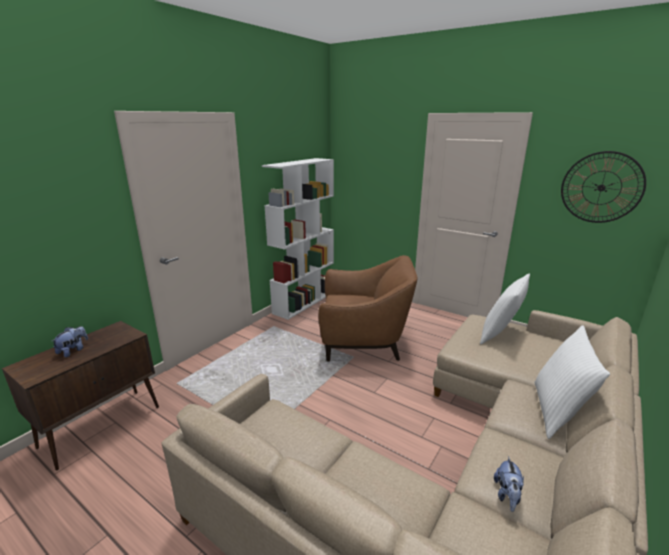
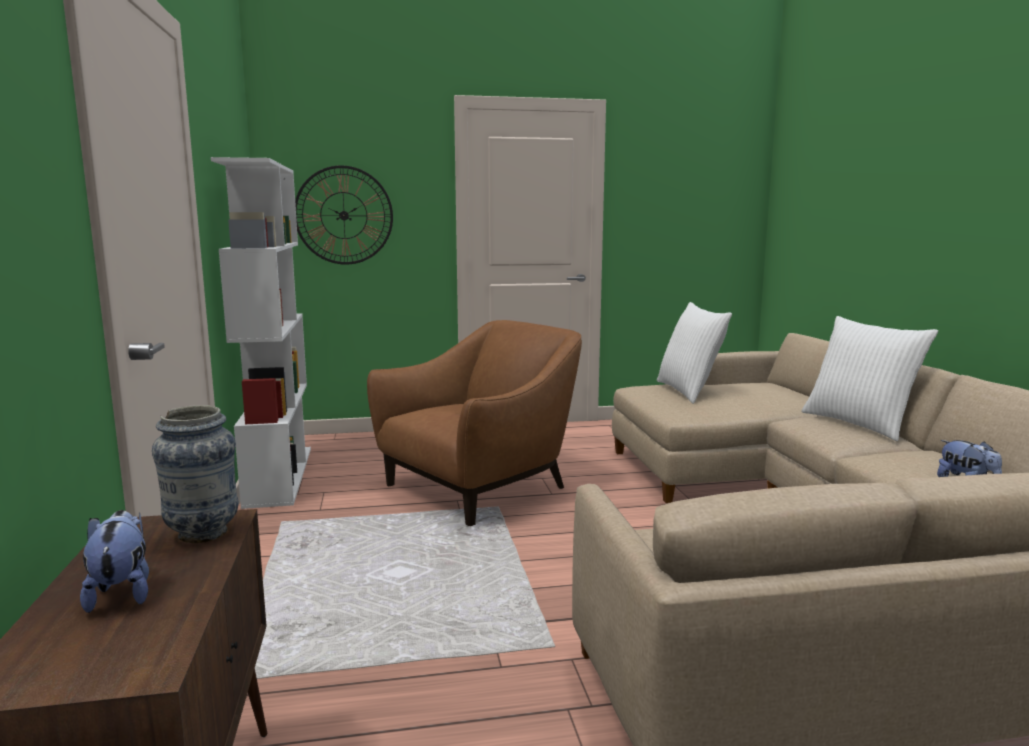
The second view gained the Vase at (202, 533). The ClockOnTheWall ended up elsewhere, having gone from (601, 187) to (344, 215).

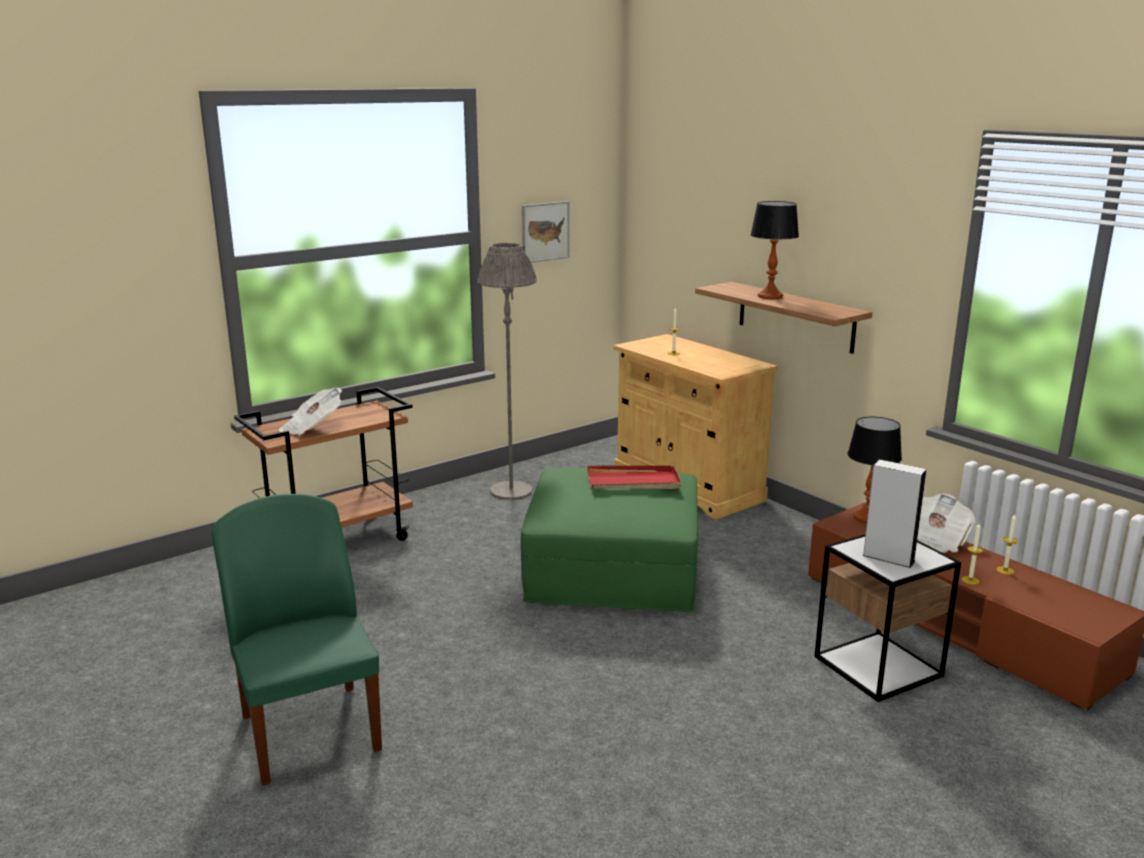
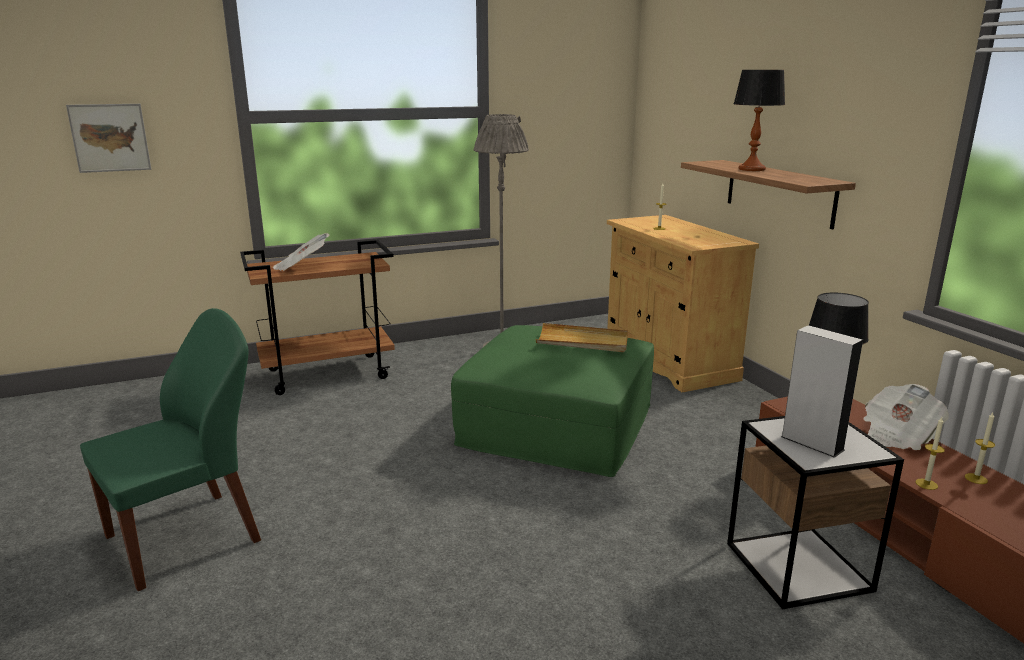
The WallArt ended up elsewhere, having gone from (545, 232) to (110, 138). The GreenishPlainChair at (310, 730) ended up facing another way, 60 degrees clockwise from before. What was the RedColouredServingTray at (633, 481) turned into the SandColouredServingTray at (582, 341).

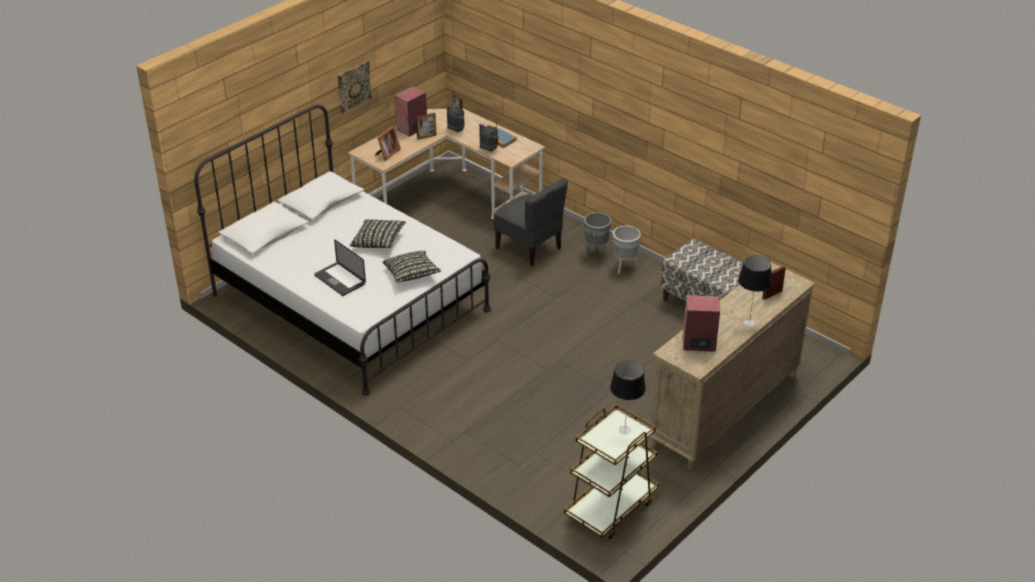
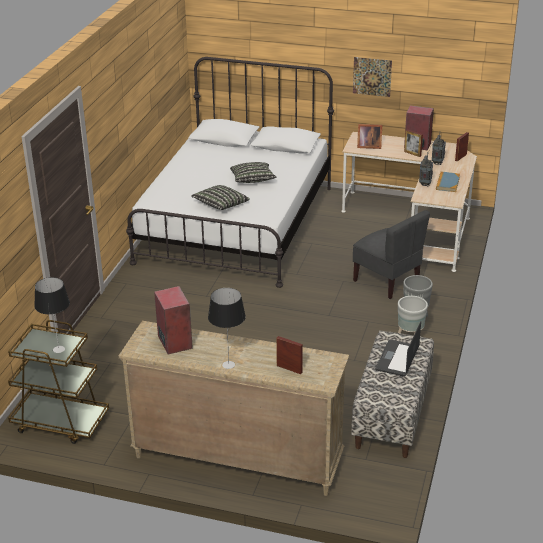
The GreyishPlainChair at (529, 248) ended up facing another way, 60 degrees counterclockwise from before. The PortableComputer ended up elsewhere, having gone from (340, 280) to (397, 359).

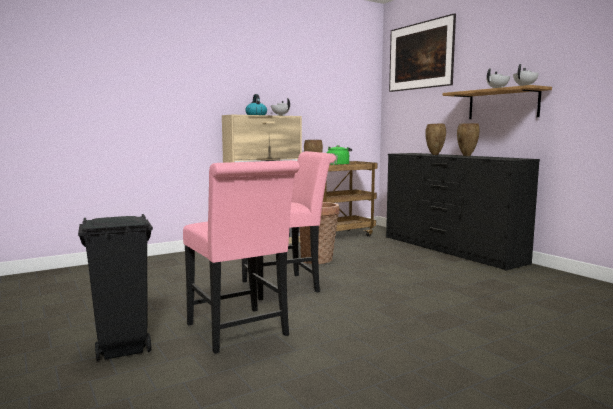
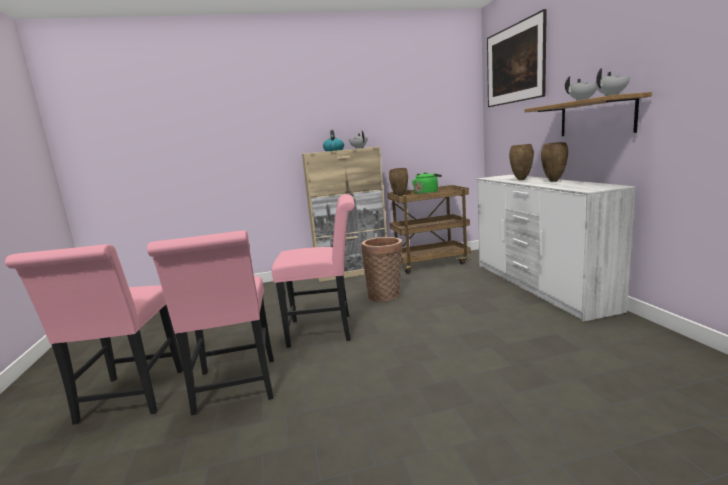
Where the BlackTrashCan stood at (122, 350), the PinkColouredPlainChair came to stand at (129, 400). What was the BlackChestOfDrawers at (450, 250) turned into the WhitishChestOfDrawers at (539, 286).

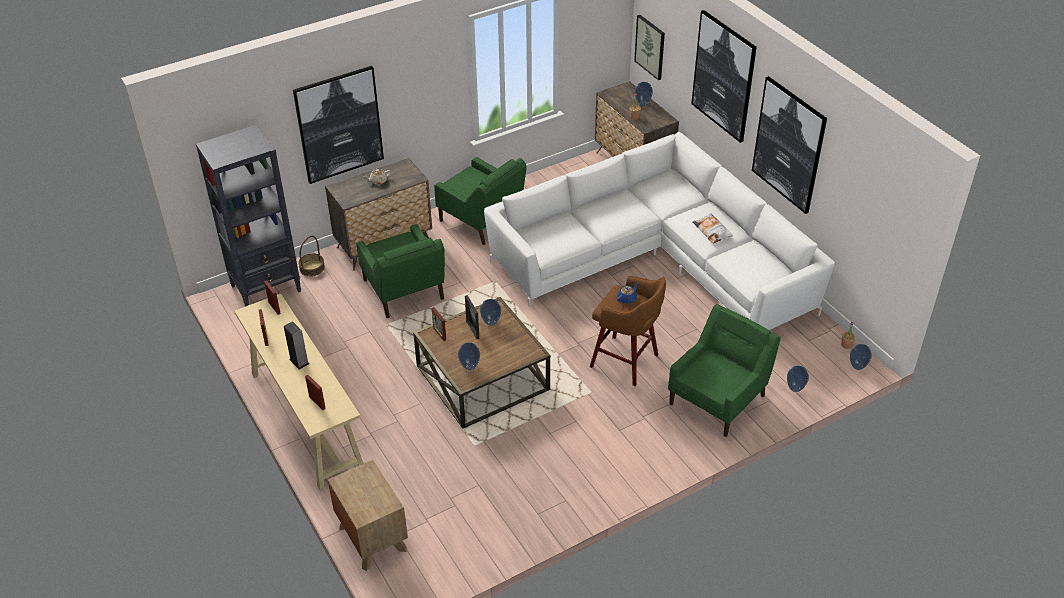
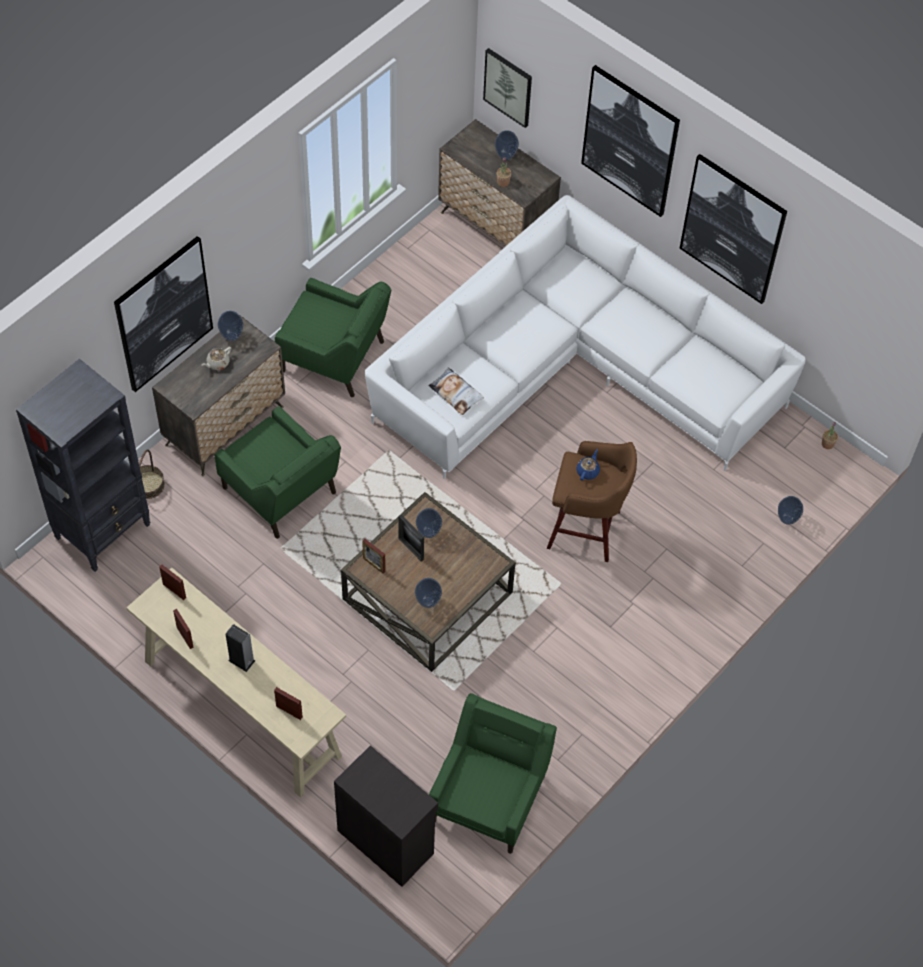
The Vase ended up elsewhere, having gone from (857, 367) to (232, 337). Where the BrownBedsideTable stood at (372, 538), the BlackCupboard came to stand at (386, 840). The Pillow ended up elsewhere, having gone from (712, 231) to (456, 393). The GreenishEasyChair ended up elsewhere, having gone from (718, 399) to (489, 796).

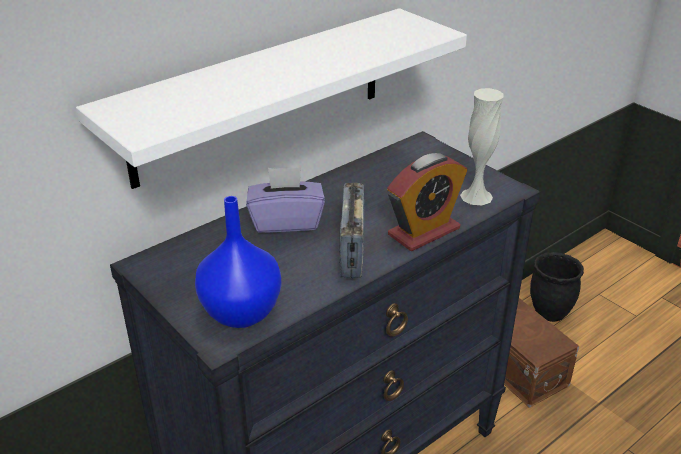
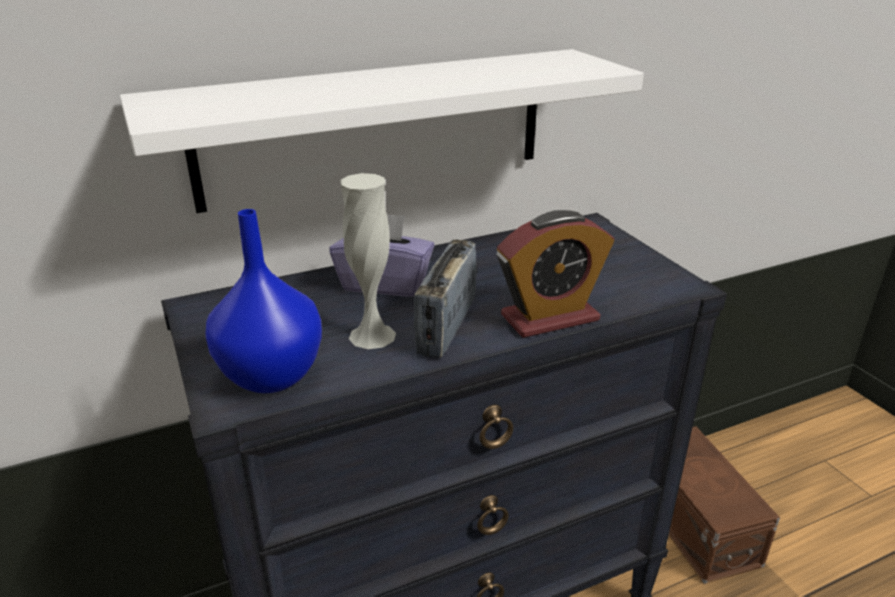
The WhitishVase ended up elsewhere, having gone from (476, 196) to (372, 335). The second view lost the BlackPlanter at (550, 312).

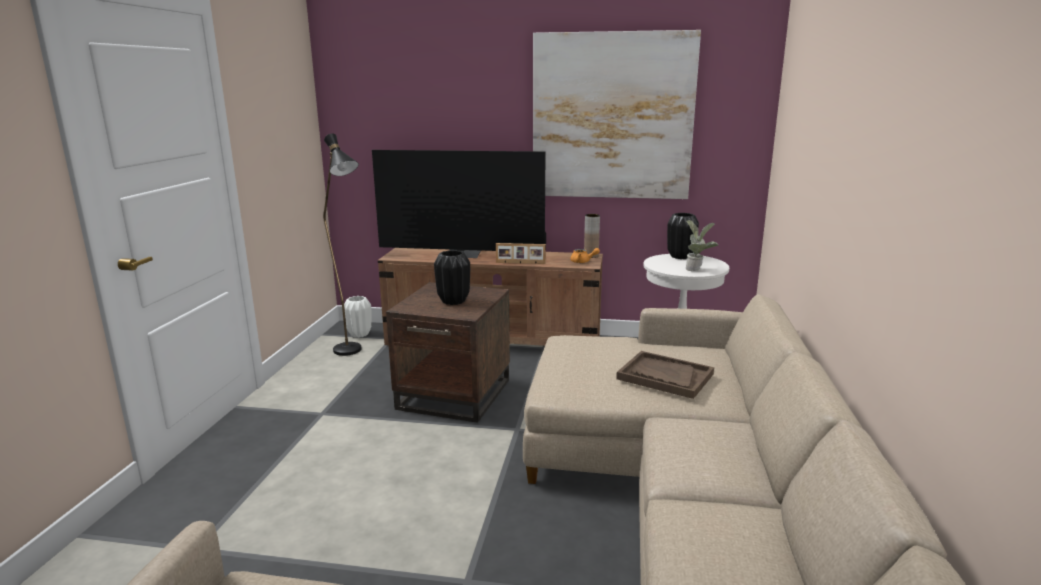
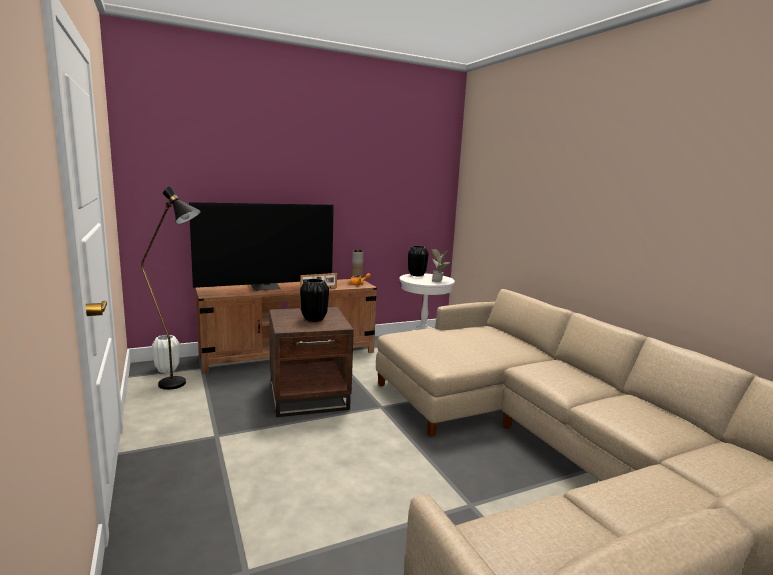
The second view lost the WallArt at (612, 117). The second view lost the BrownServingTray at (664, 376).

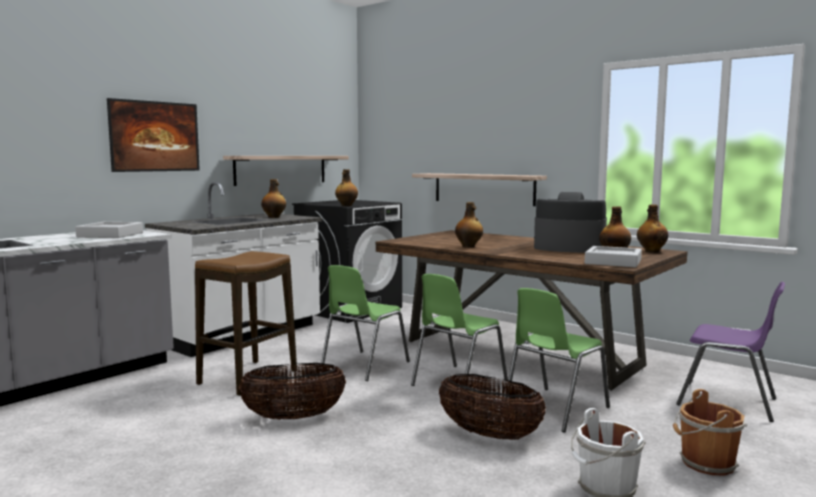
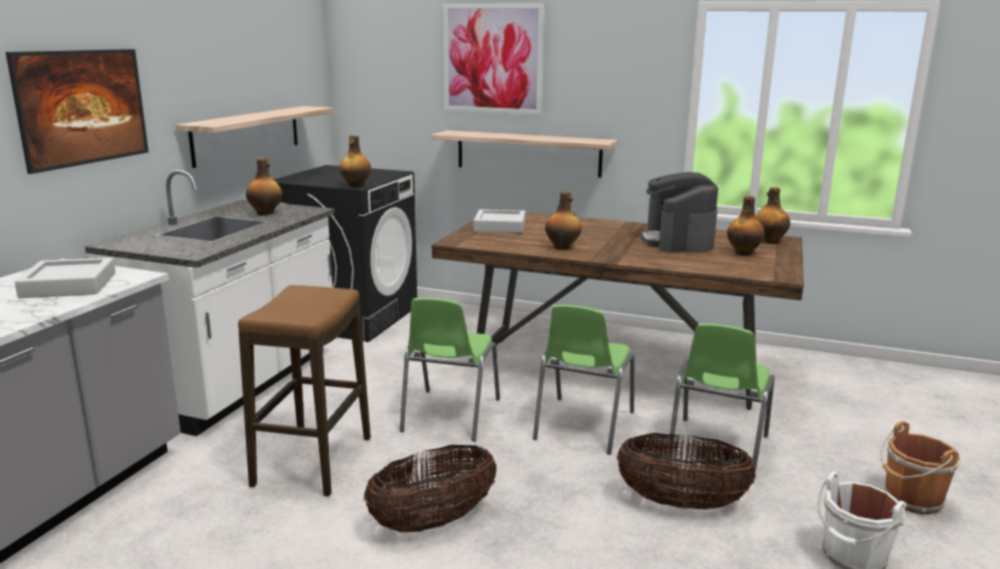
The second view gained the WallArt at (492, 59). The GreyishServingTray ended up elsewhere, having gone from (613, 262) to (500, 226). The CoffeeBrewer at (569, 248) ended up facing another way, 90 degrees counterclockwise from before. The second view lost the PurplishPlainChair at (728, 402).

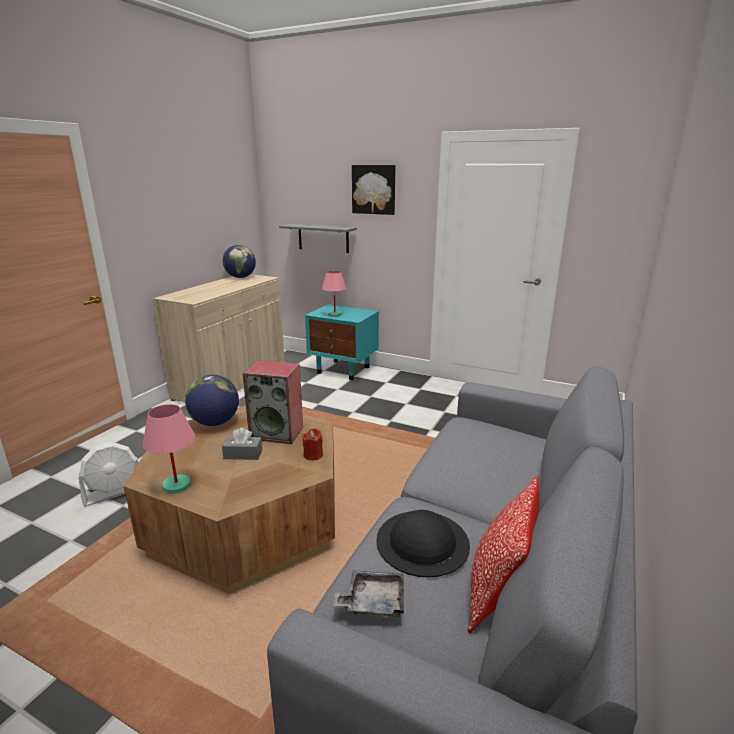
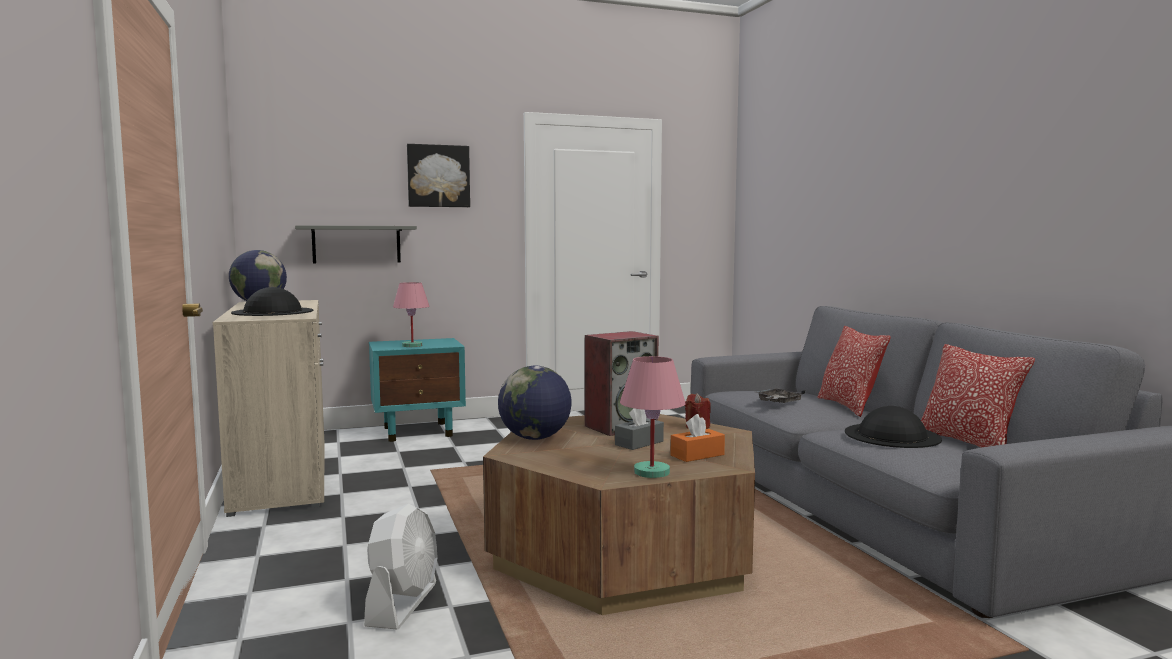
The second view gained the BlackHat at (273, 311). The second view gained the OrangeyTissueBox at (697, 455). The GreyishServingTray ended up elsewhere, having gone from (373, 601) to (778, 402). The second view gained the Pillow at (849, 406).

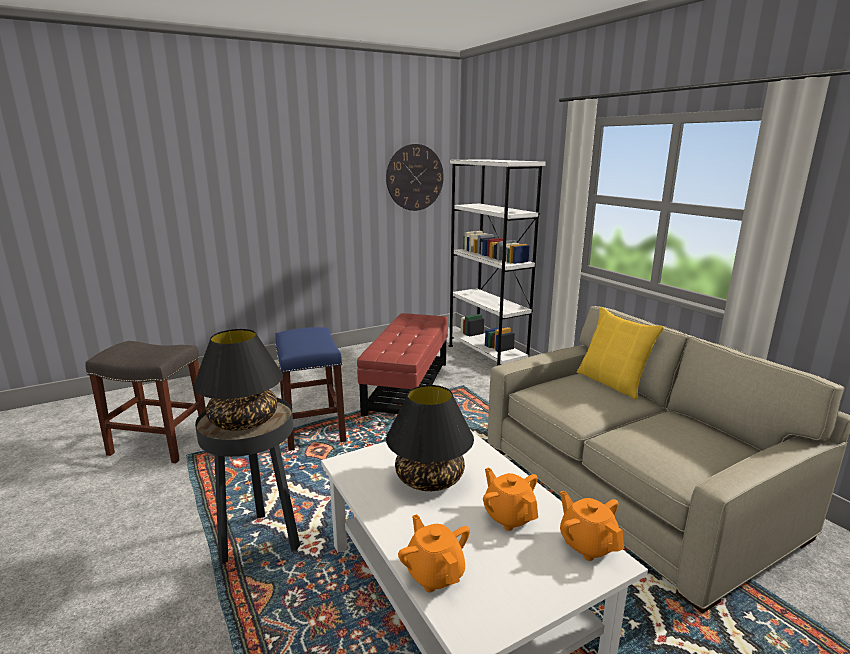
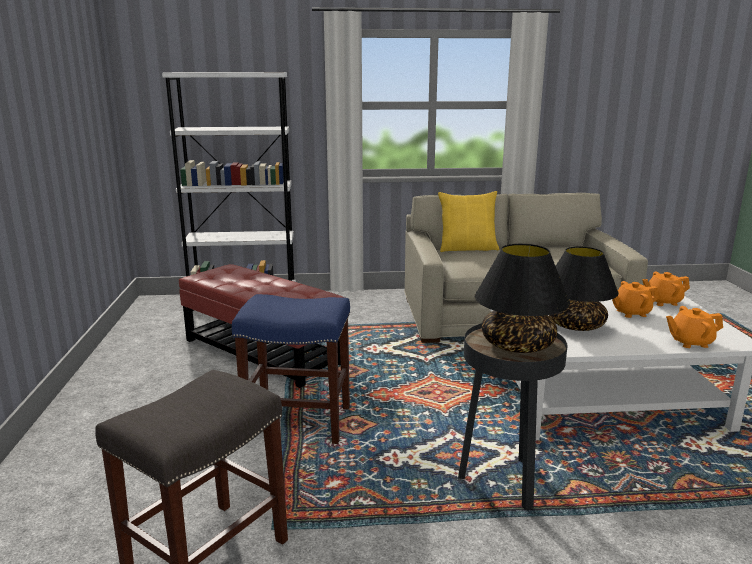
The second view lost the ClockOnTheWall at (415, 177).

